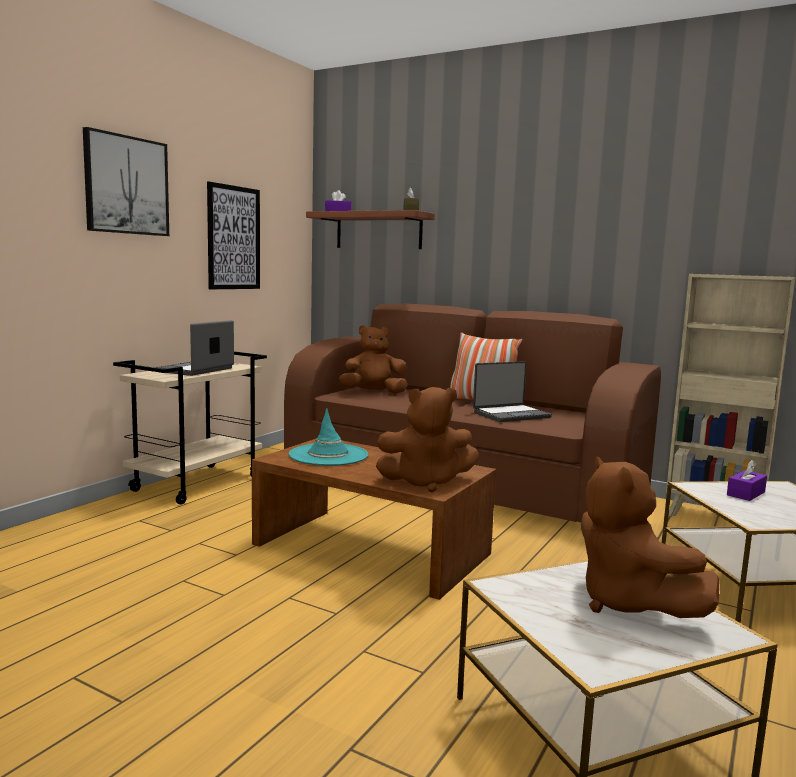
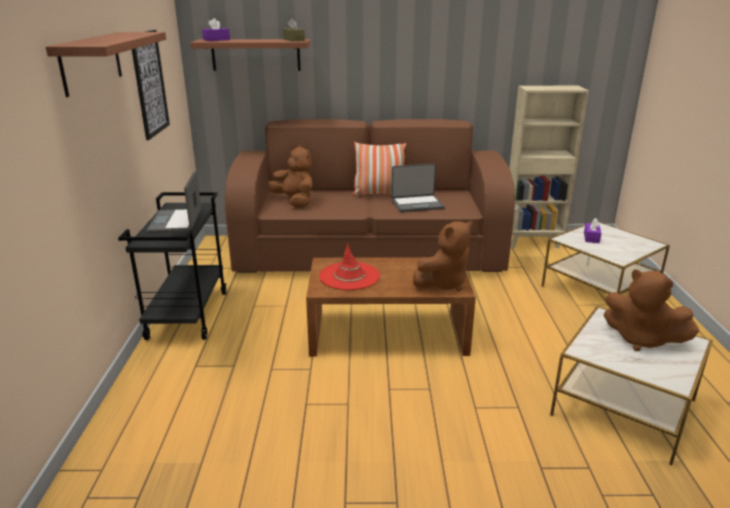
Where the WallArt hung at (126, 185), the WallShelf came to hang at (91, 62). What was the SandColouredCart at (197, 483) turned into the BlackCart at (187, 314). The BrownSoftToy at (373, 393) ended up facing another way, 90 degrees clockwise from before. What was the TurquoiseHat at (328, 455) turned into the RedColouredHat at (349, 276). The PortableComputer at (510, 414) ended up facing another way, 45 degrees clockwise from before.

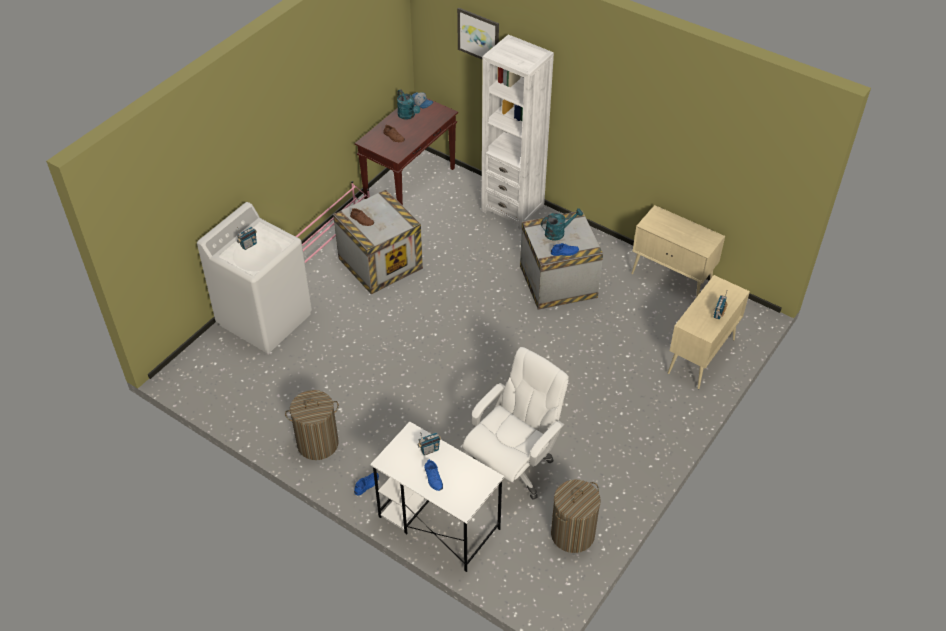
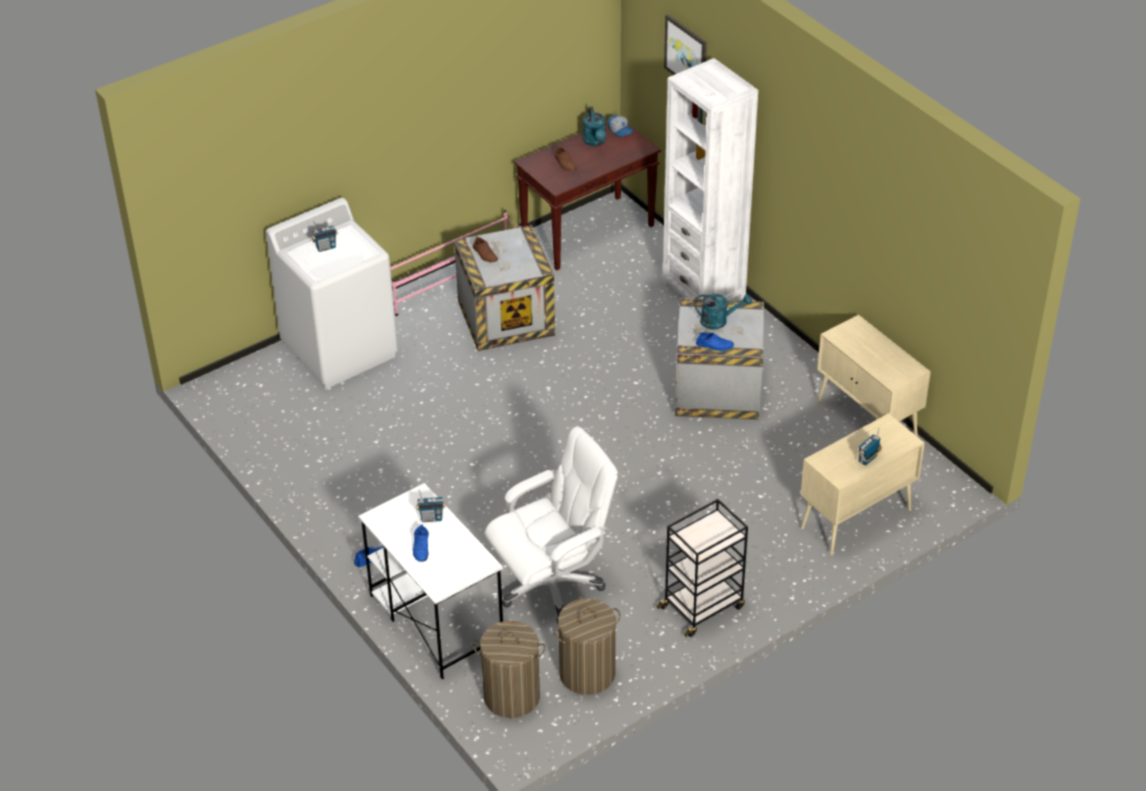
The WashingBasket ended up elsewhere, having gone from (317, 443) to (511, 696). The second view gained the BlackCart at (702, 606).

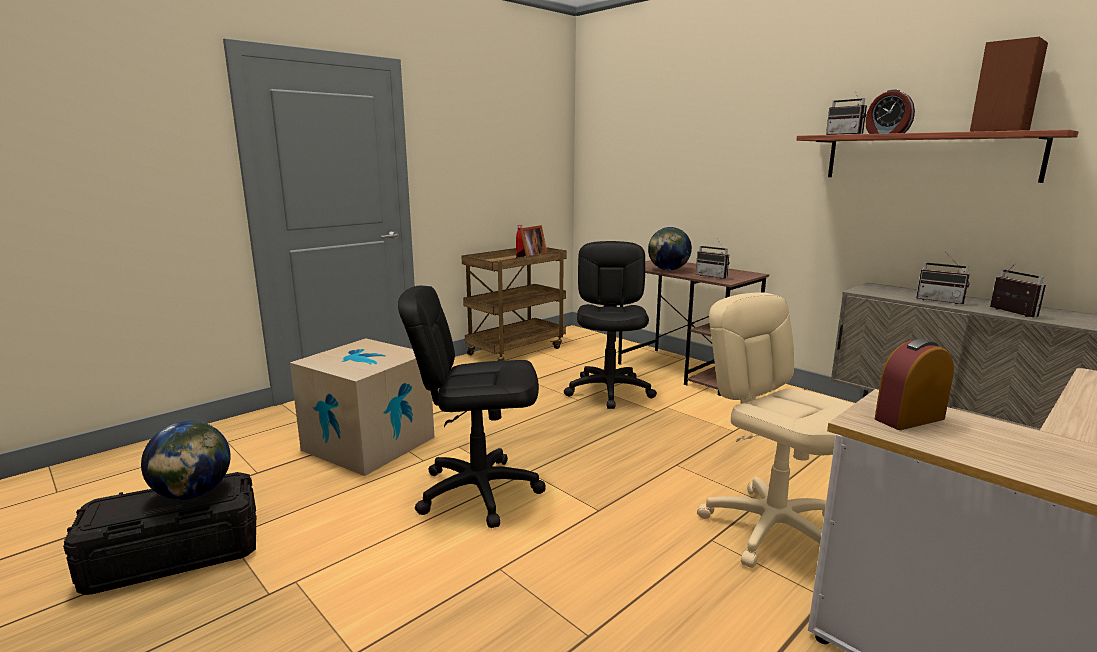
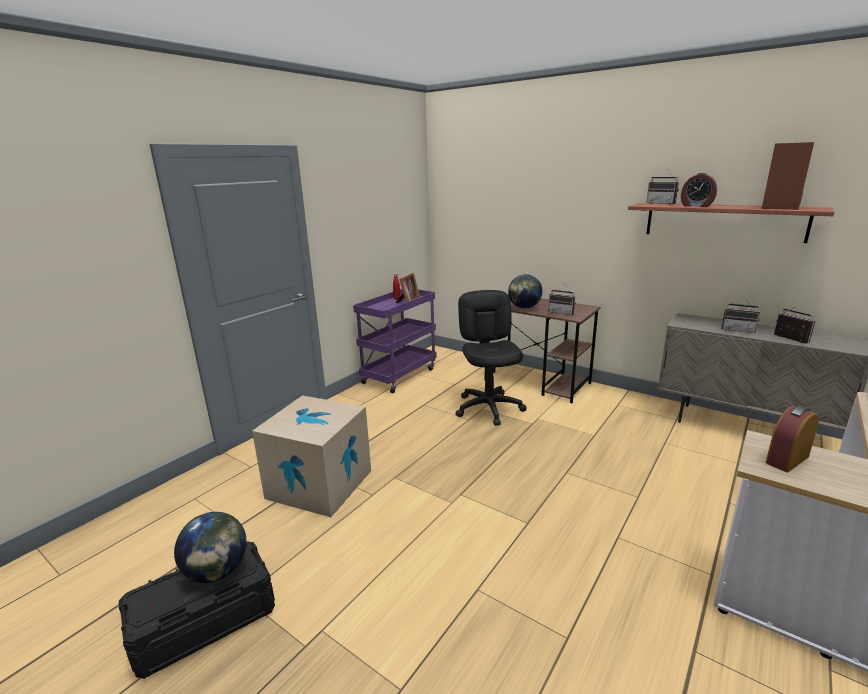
What was the BrownCart at (516, 350) turned into the PurplishCart at (399, 375). The second view lost the BlackDeskChair at (478, 491). The second view lost the SandColouredDeskChair at (773, 529).

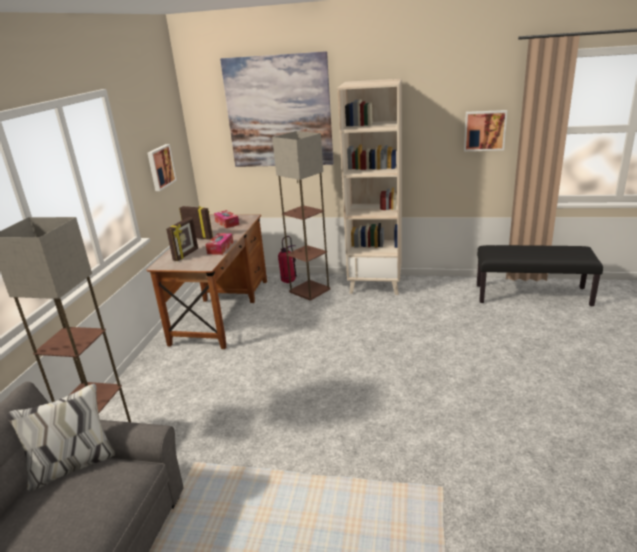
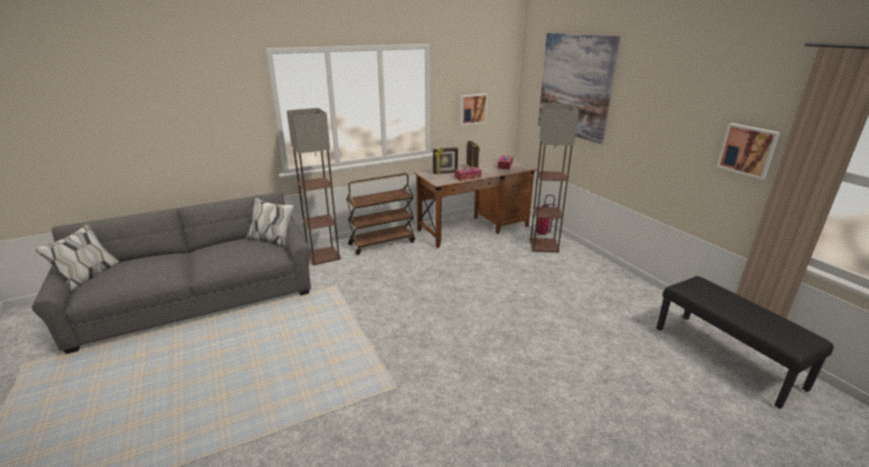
The second view gained the BrownCart at (382, 243). The second view lost the SandColouredBookcase at (376, 285).

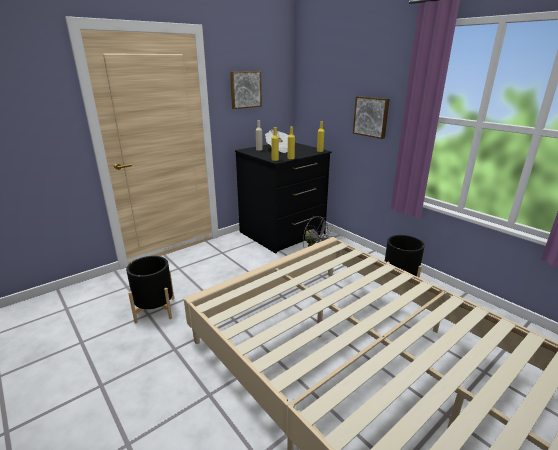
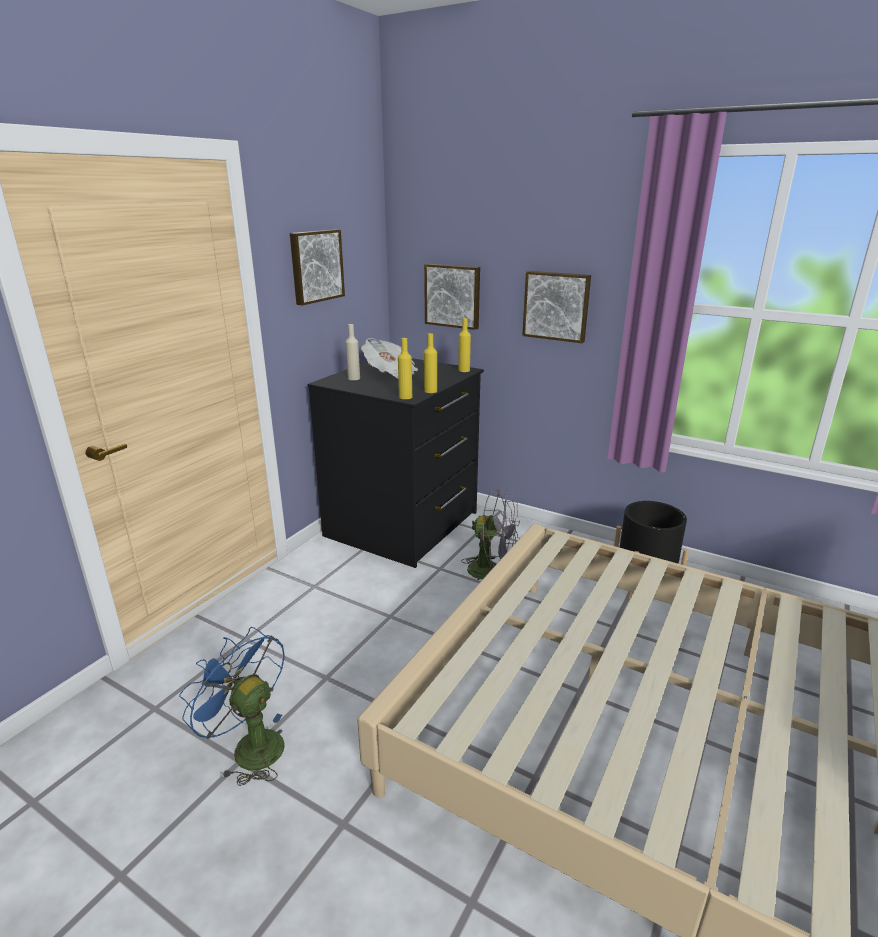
Where the BlackPlanter stood at (155, 310), the BlueFan came to stand at (250, 746). The second view gained the WallArt at (453, 296).

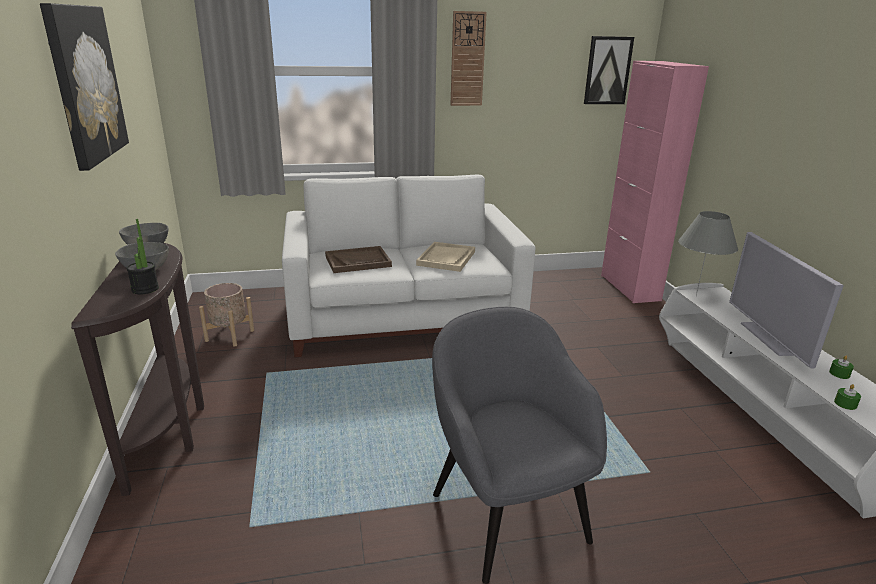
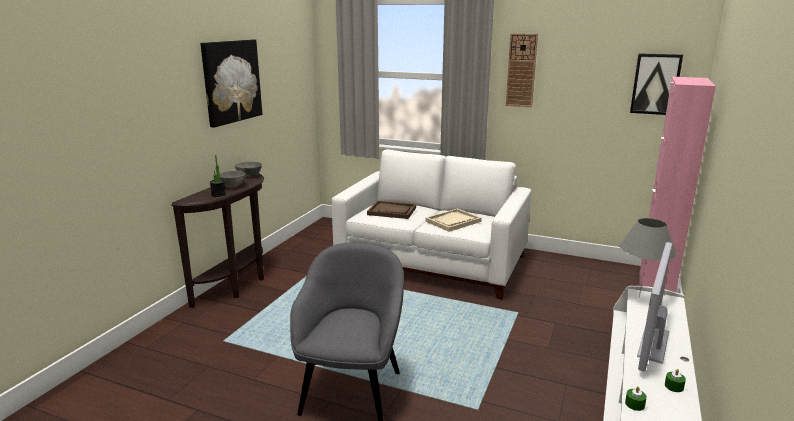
The second view lost the SandColouredPlanter at (229, 335).

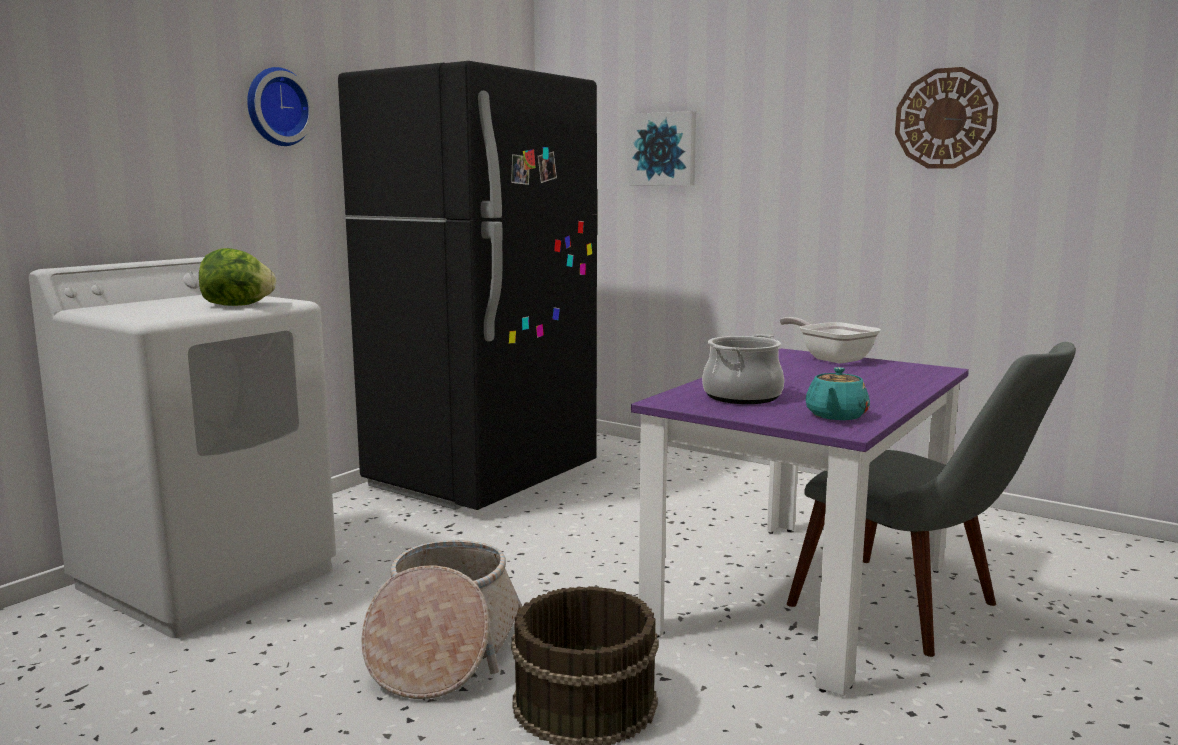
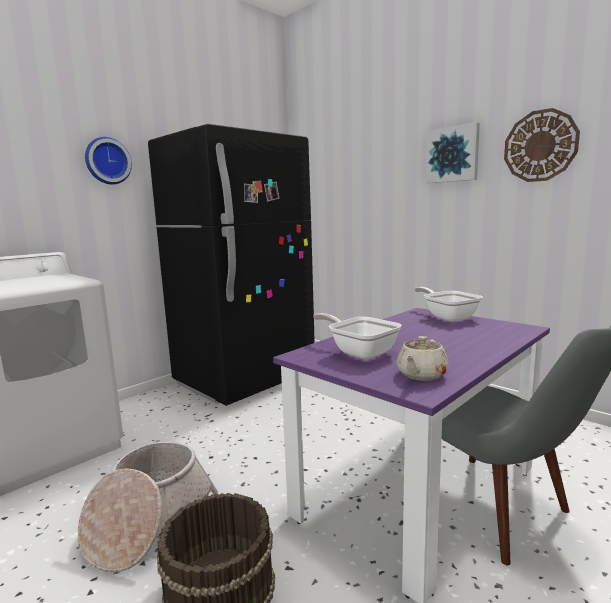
Where the Saucepot stood at (742, 396), the FryingPan came to stand at (359, 352). What was the TurquoiseTeapot at (836, 416) turned into the SandColouredTeapot at (421, 375). The WallArt ended up elsewhere, having gone from (664, 149) to (452, 154). The second view lost the Lettuce at (237, 305).

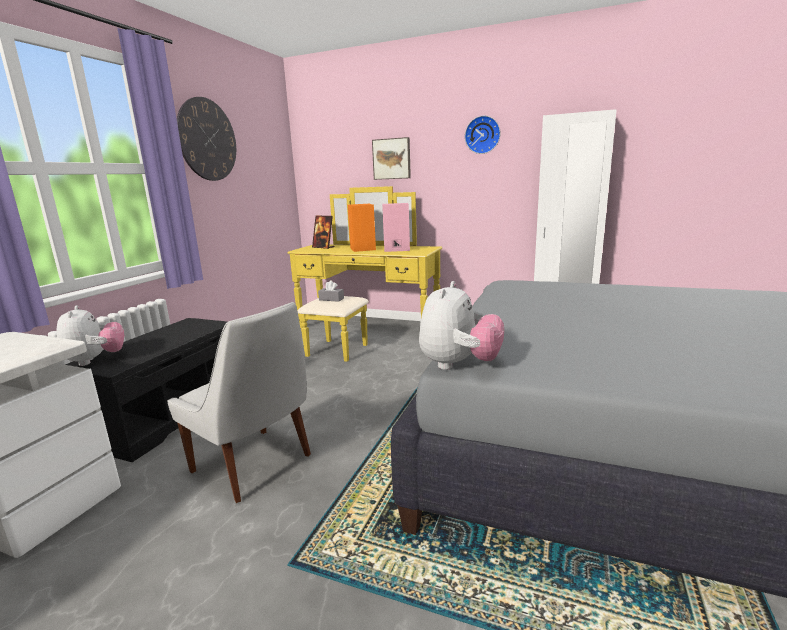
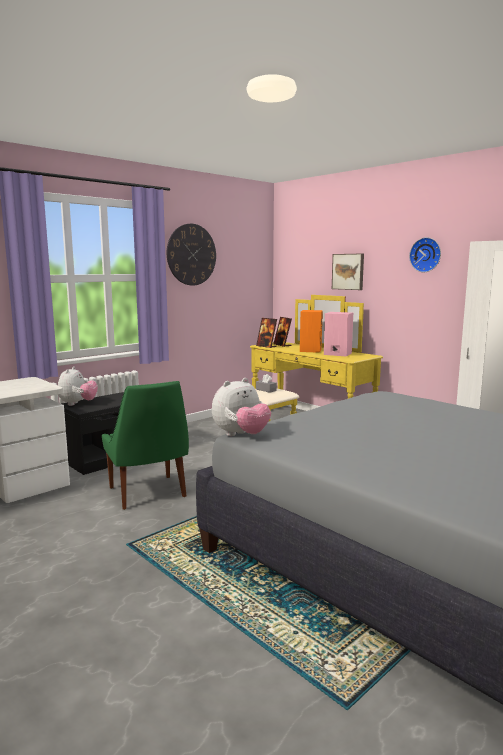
What was the WhitishPlainChair at (255, 465) turned into the GreenishPlainChair at (148, 493). The second view gained the PhotoFrame at (266, 346).

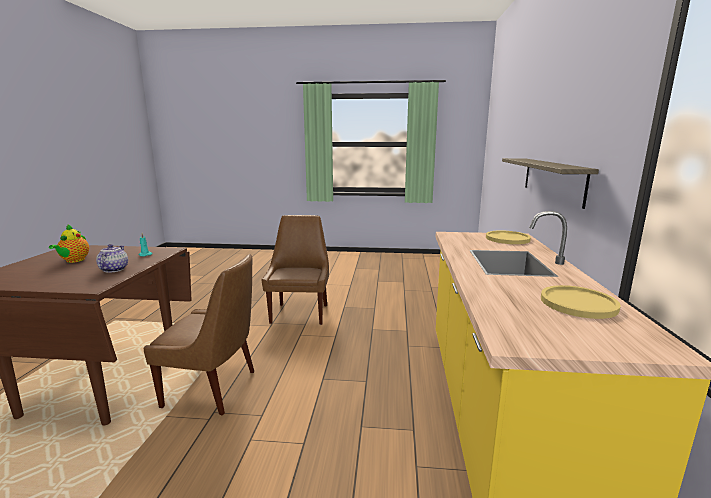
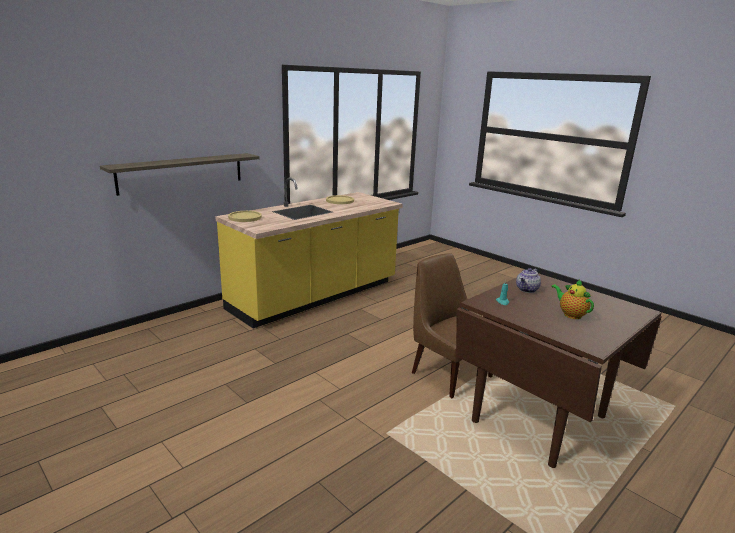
The Teapot at (74, 261) ended up facing another way, 75 degrees counterclockwise from before. The second view lost the BrownPlainChair at (300, 313).

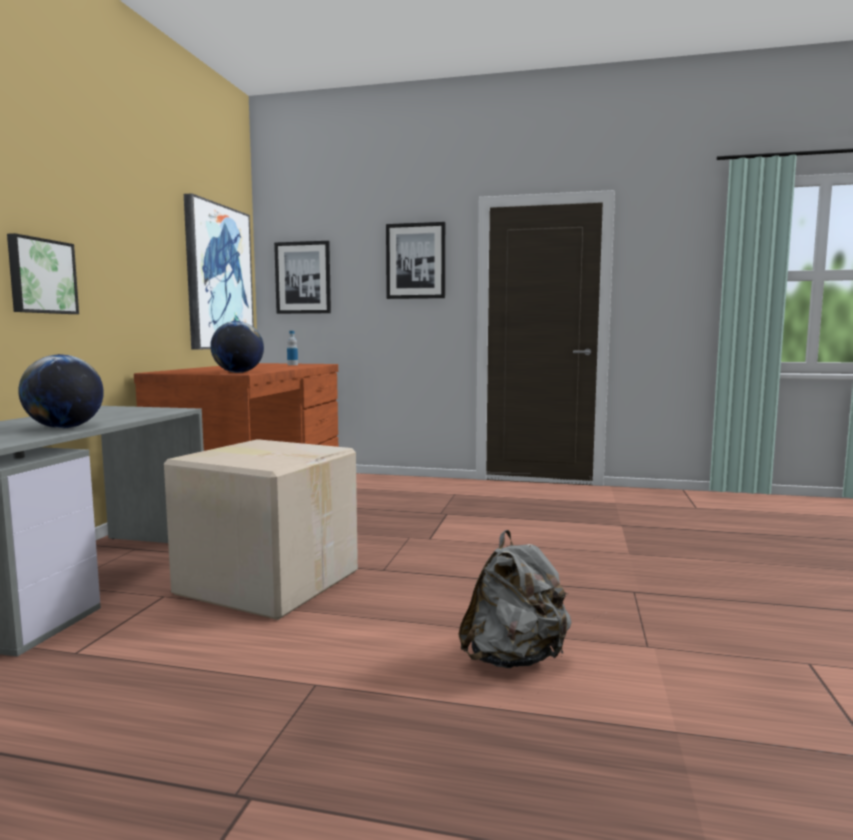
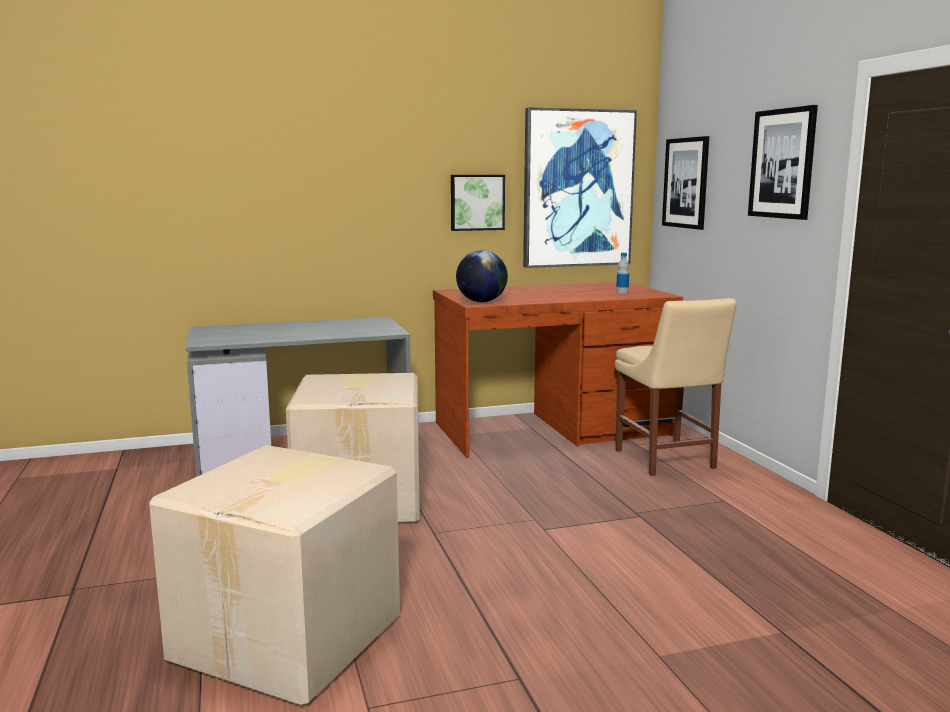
Where the GreyishRucksack stood at (514, 659), the PackingBox came to stand at (291, 638). The WallArt ended up elsewhere, having gone from (41, 276) to (477, 202). The second view gained the SandColouredPlainChair at (666, 461). The second view lost the WorldGlobe at (65, 428).

